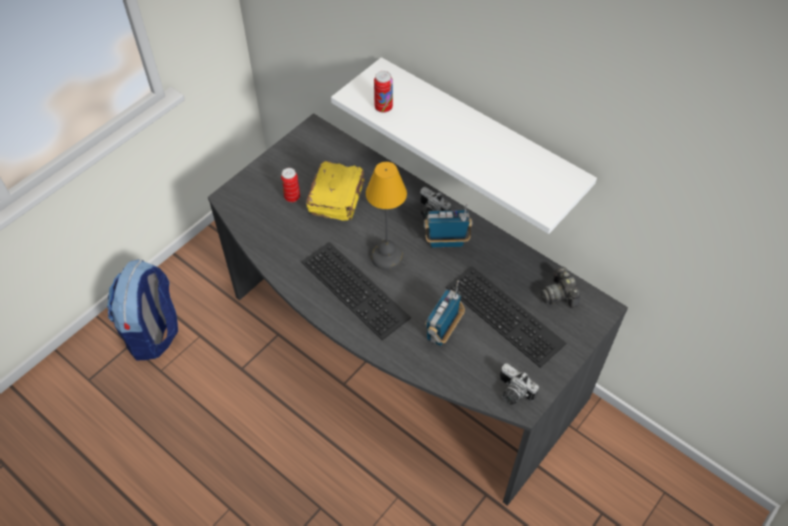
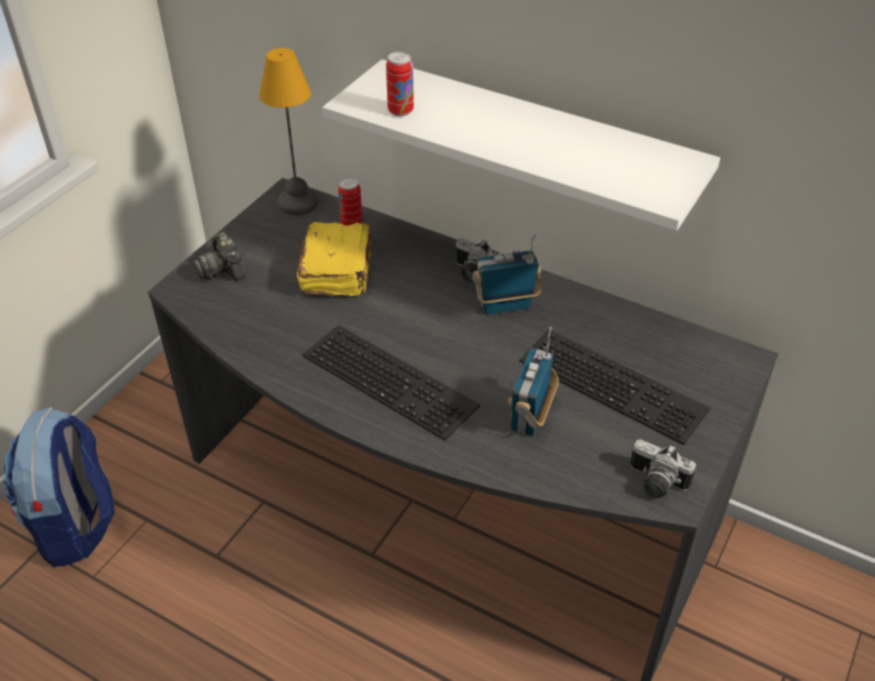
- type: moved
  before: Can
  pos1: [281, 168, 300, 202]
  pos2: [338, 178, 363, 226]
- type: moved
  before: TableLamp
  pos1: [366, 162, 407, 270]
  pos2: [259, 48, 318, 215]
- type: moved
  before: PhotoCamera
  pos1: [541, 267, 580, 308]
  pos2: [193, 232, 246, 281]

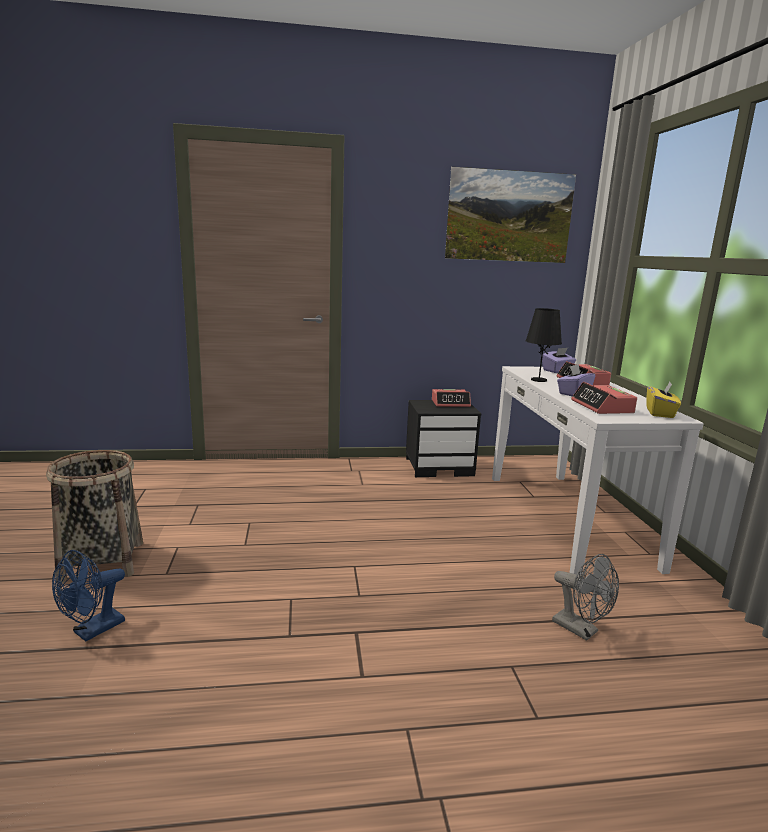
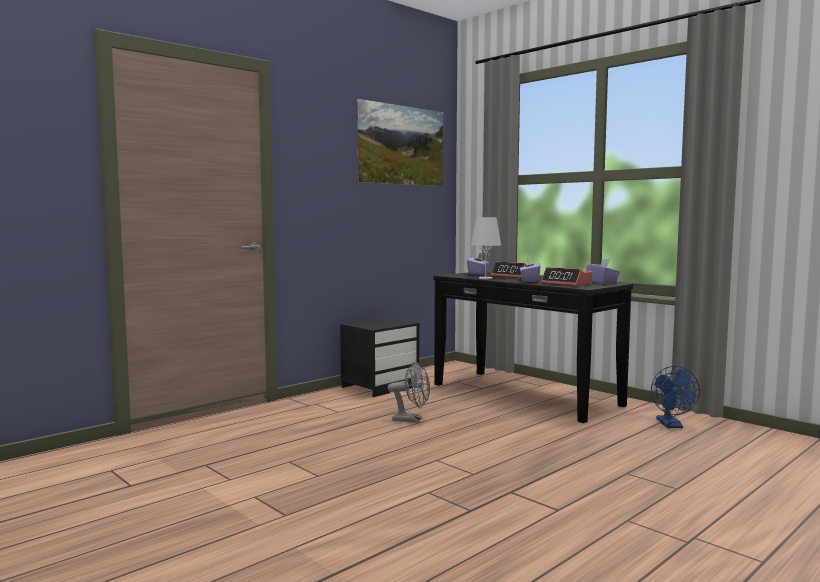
- type: removed
  before: Basket
  pos1: [46, 450, 143, 583]
- type: removed
  before: AlarmClock
  pos1: [432, 389, 471, 407]
- type: moved
  before: BlueFan
  pos1: [52, 550, 125, 642]
  pos2: [651, 366, 700, 428]
- type: moved
  before: GreyFan
  pos1: [552, 554, 619, 641]
  pos2: [388, 361, 430, 423]
- type: recoloured
  before: WhiteConsoleTable
  after: BlackConsoleTable
  pos1: [492, 366, 704, 576]
  pos2: [433, 272, 633, 423]
- type: recoloured
  before: BlackTableLamp
  after: WhiteTableLamp
  pos1: [526, 308, 562, 382]
  pos2: [471, 217, 501, 279]
- type: recoloured
  before: YellowTissueBox
  after: PurpleTissueBox
  pos1: [646, 382, 681, 418]
  pos2: [586, 258, 620, 284]

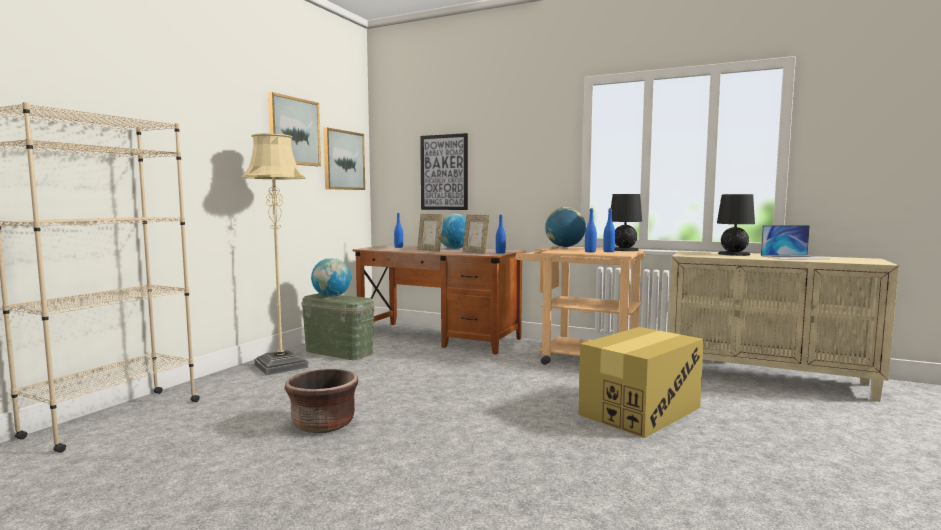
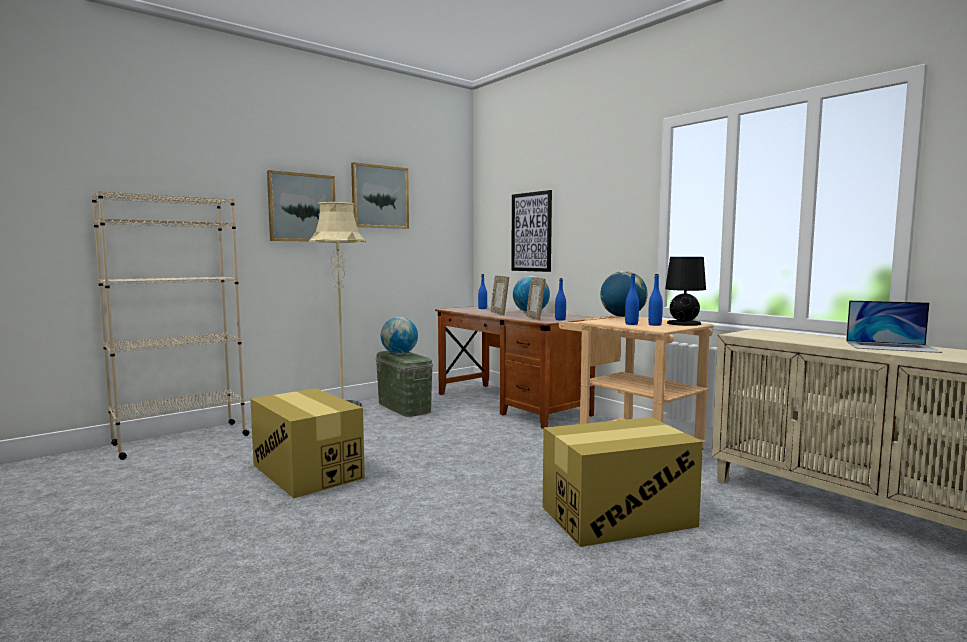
- type: removed
  before: BlackTableLamp
  pos1: [717, 194, 755, 256]
- type: moved
  before: Picture
  pos1: [323, 127, 365, 190]
  pos2: [267, 170, 335, 242]
- type: replaced
  before: BrownPlanter
  after: CardboardBox
  pos1: [284, 369, 358, 433]
  pos2: [250, 388, 365, 498]

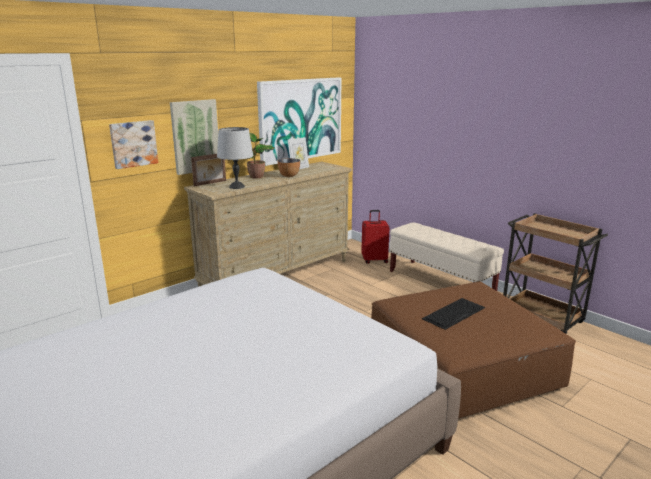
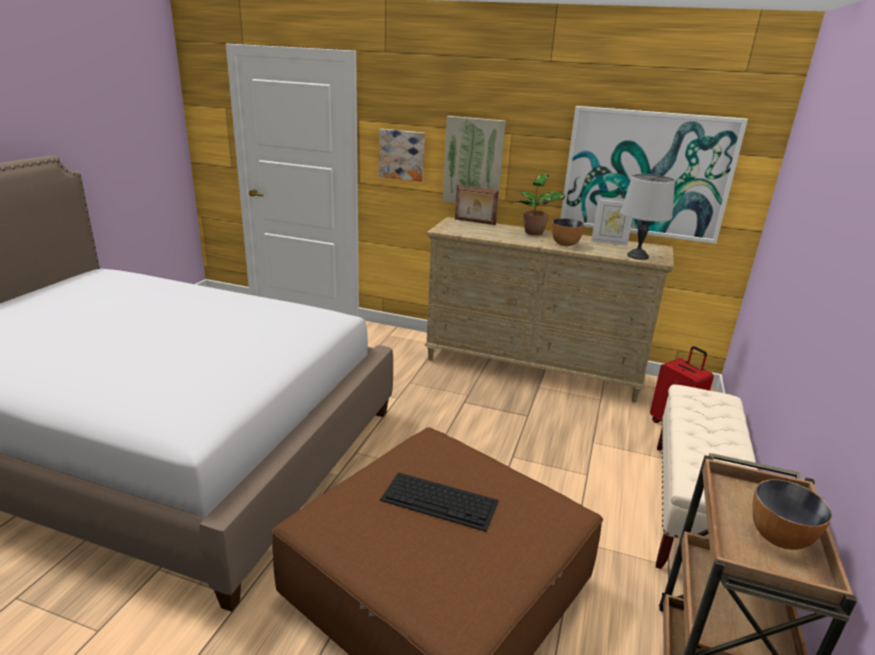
- type: added
  after: Bowl
  pos2: [752, 480, 832, 550]
- type: moved
  before: GreyTableLamp
  pos1: [217, 127, 253, 189]
  pos2: [621, 174, 675, 260]

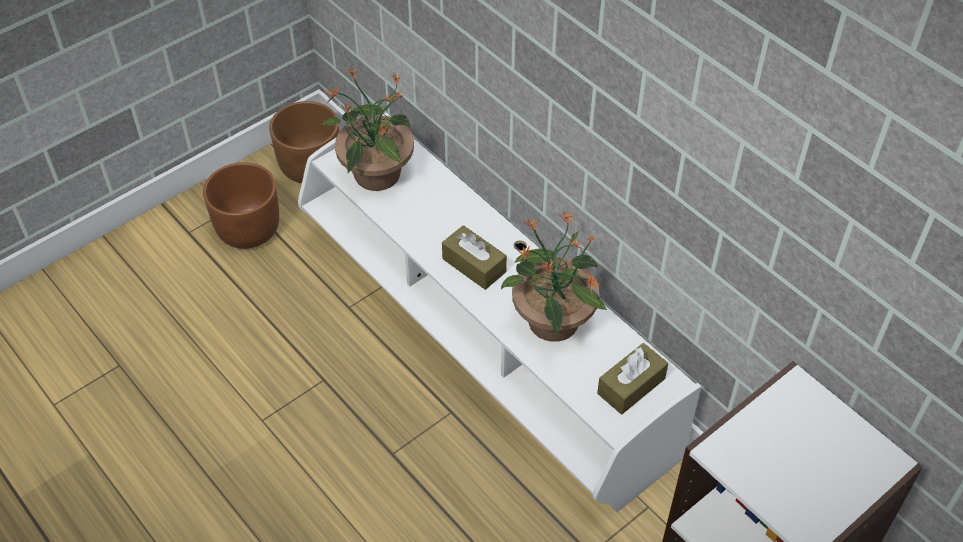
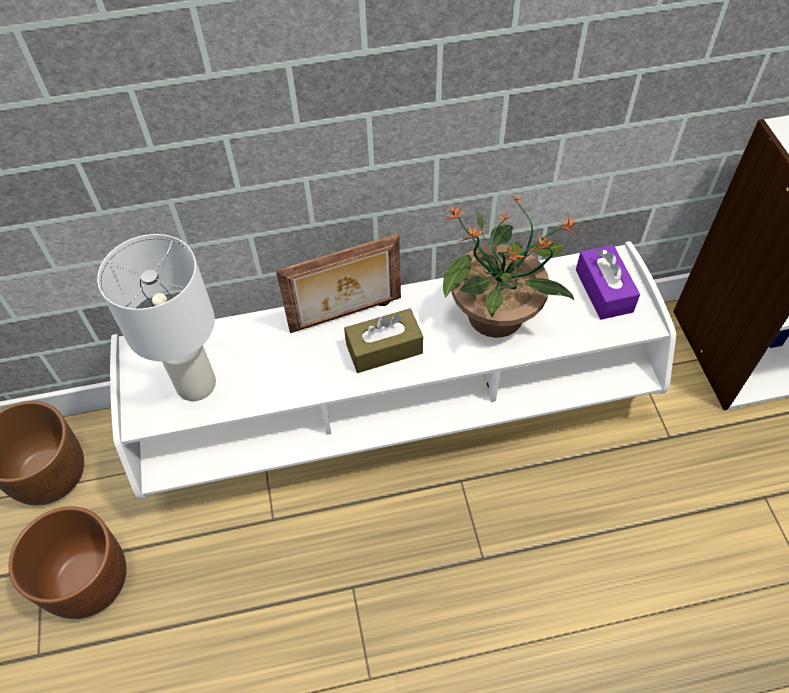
- type: added
  after: PictureFrame
  pos2: [276, 233, 401, 333]
- type: replaced
  before: PottedPlant
  after: WhiteTableLamp
  pos1: [321, 67, 414, 191]
  pos2: [97, 234, 216, 401]
- type: recoloured
  before: BrownTissueBox
  after: PurpleTissueBox
  pos1: [597, 343, 668, 414]
  pos2: [576, 245, 640, 320]

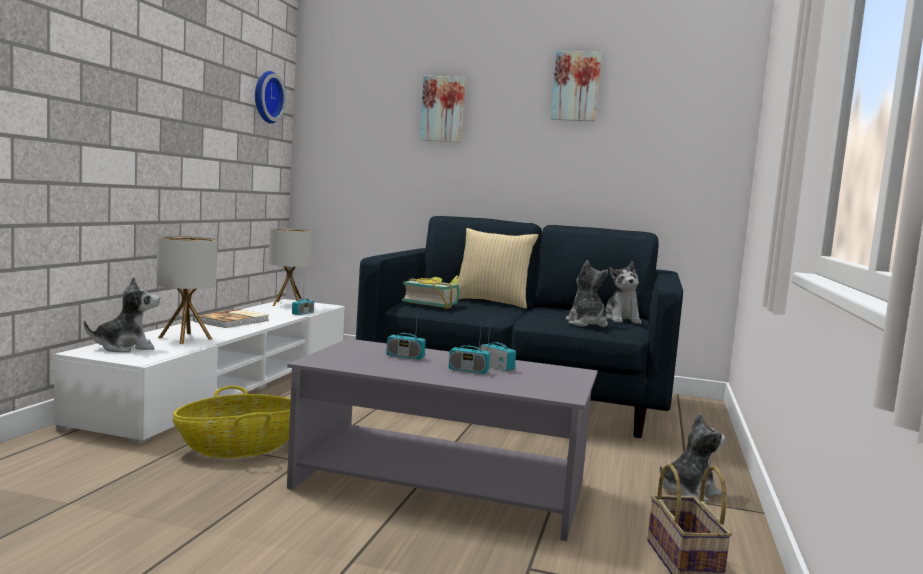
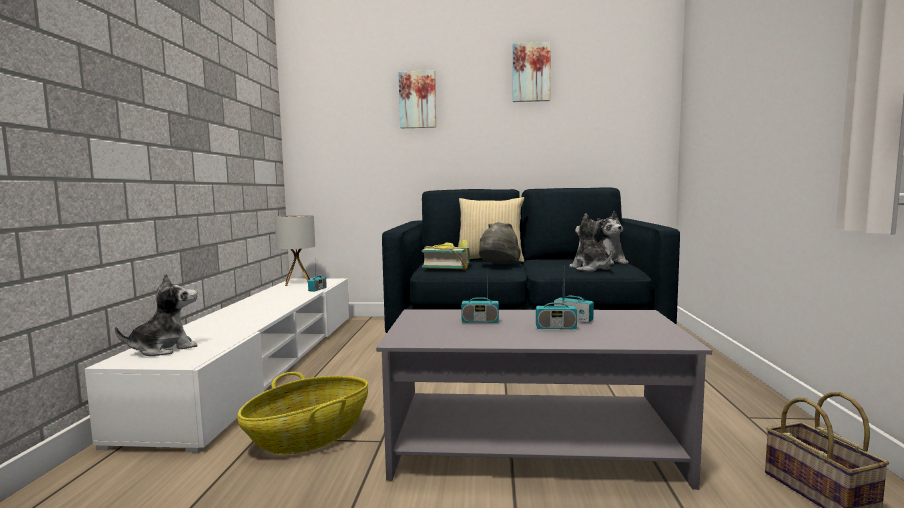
- type: removed
  before: TableLamp
  pos1: [156, 236, 218, 344]
- type: removed
  before: Book
  pos1: [193, 309, 269, 328]
- type: removed
  before: WallClock
  pos1: [255, 71, 286, 124]
- type: removed
  before: PlushToy
  pos1: [660, 413, 725, 502]
- type: added
  after: GreyHat
  pos2: [479, 222, 521, 264]

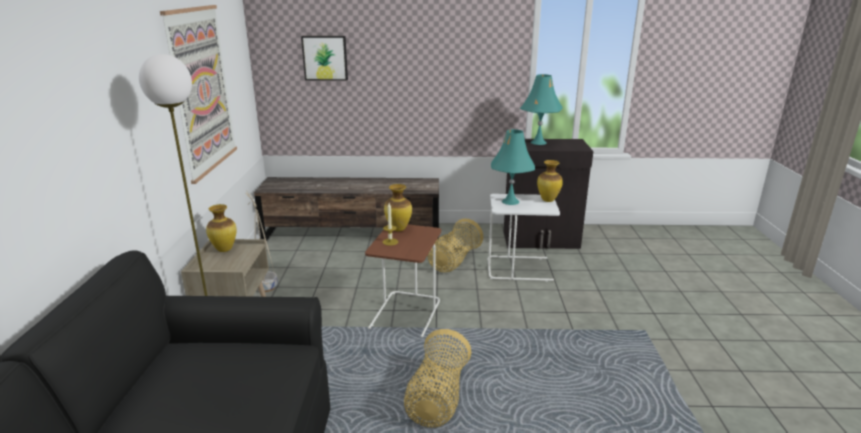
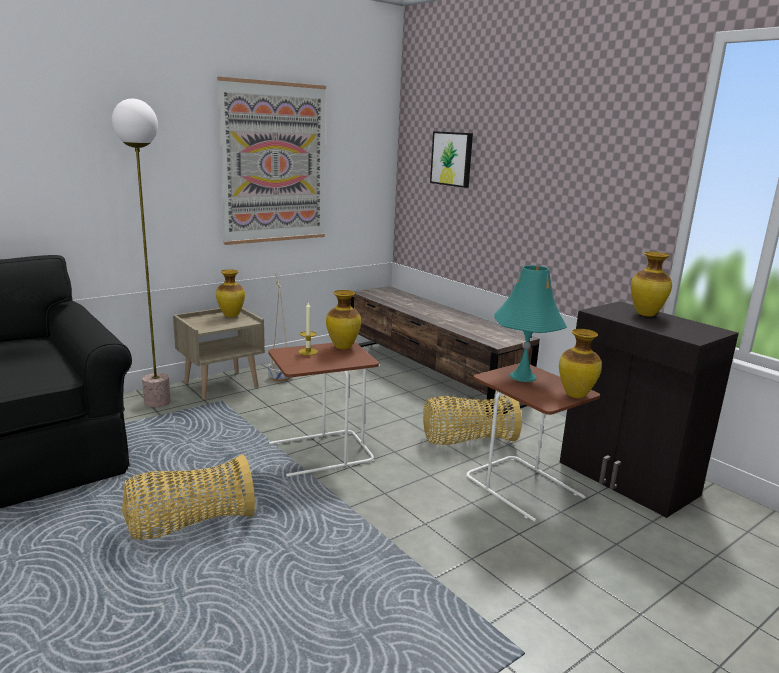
- type: replaced
  before: TurquoiseTableLamp
  after: Vase
  pos1: [520, 74, 563, 145]
  pos2: [631, 252, 672, 316]
- type: recoloured
  before: WhiteSideTable
  after: BrownSideTable
  pos1: [487, 194, 560, 282]
  pos2: [466, 363, 600, 522]

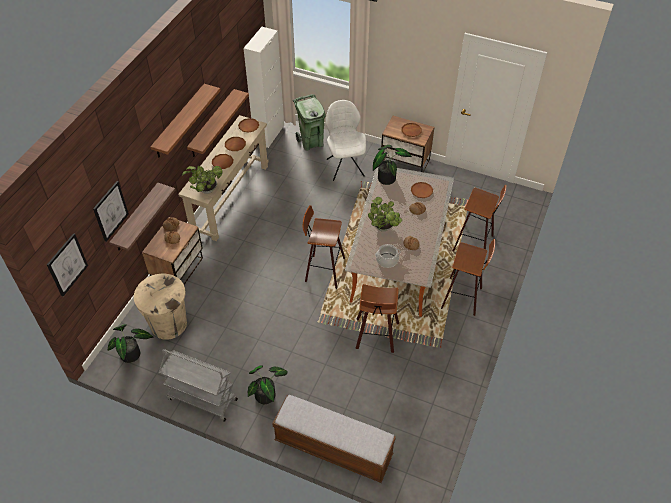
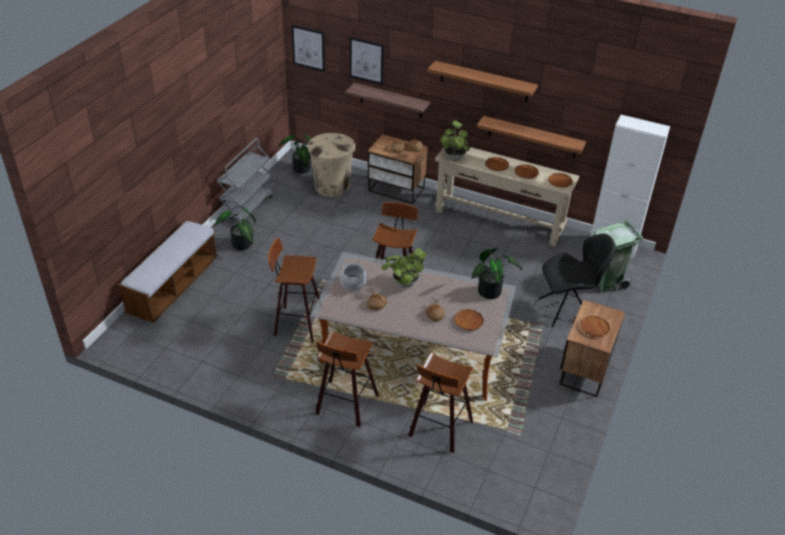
- type: recoloured
  before: WhiteChair
  after: BlackChair
  pos1: [325, 100, 366, 181]
  pos2: [539, 234, 616, 327]

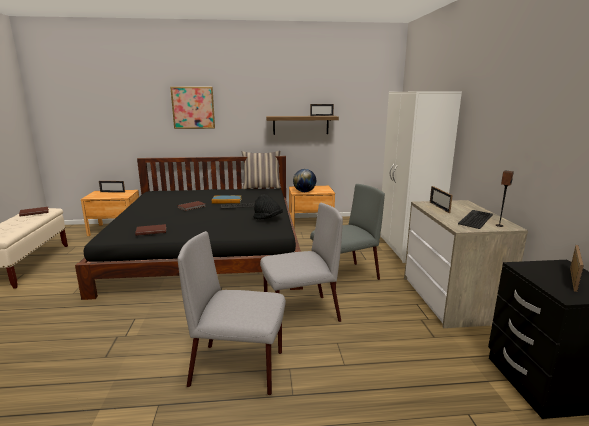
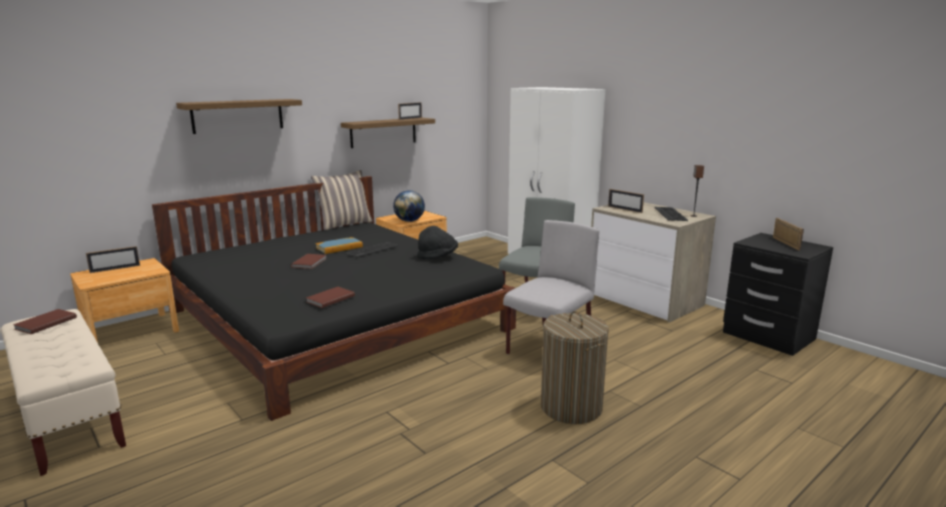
- type: replaced
  before: Picture
  after: Shelf
  pos1: [170, 87, 215, 129]
  pos2: [176, 99, 302, 134]
- type: replaced
  before: GreyChair
  after: LaundryBasket
  pos1: [178, 231, 286, 395]
  pos2: [541, 311, 609, 424]

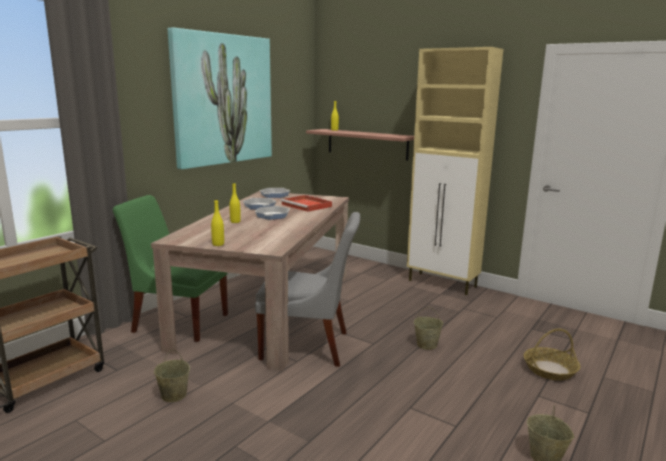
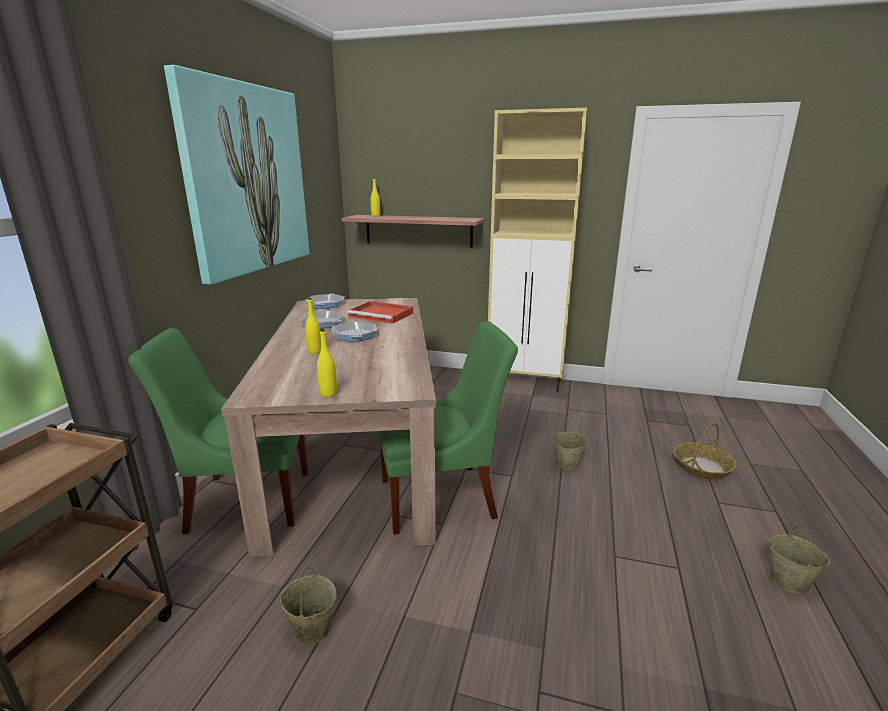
- type: recoloured
  before: GreyChair
  after: GreenChair
  pos1: [255, 212, 360, 367]
  pos2: [378, 321, 518, 535]

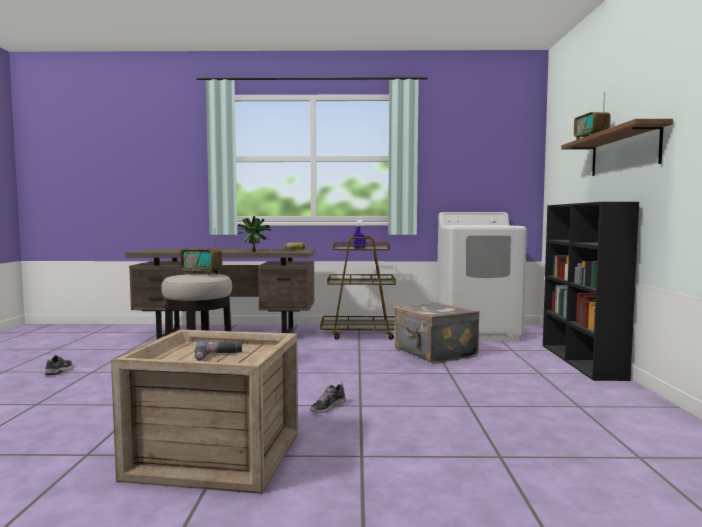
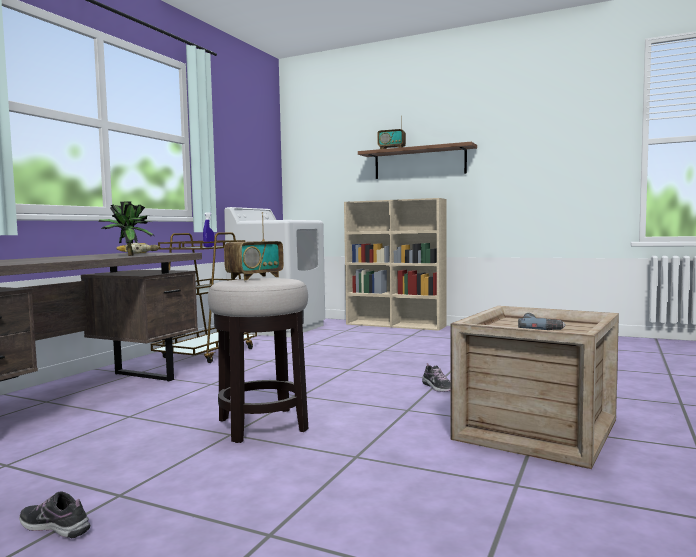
- type: removed
  before: GreySuitcase
  pos1: [394, 302, 480, 364]
- type: recoloured
  before: BlackBookcase
  after: BeigeBookcase
  pos1: [543, 202, 639, 381]
  pos2: [344, 198, 447, 331]

